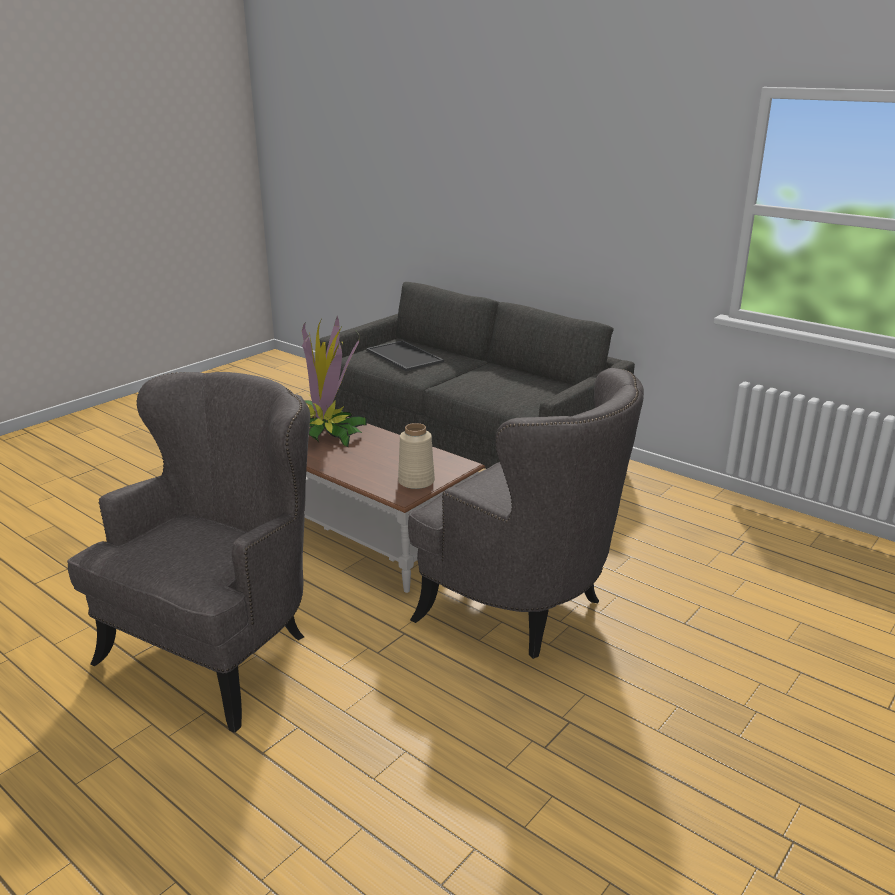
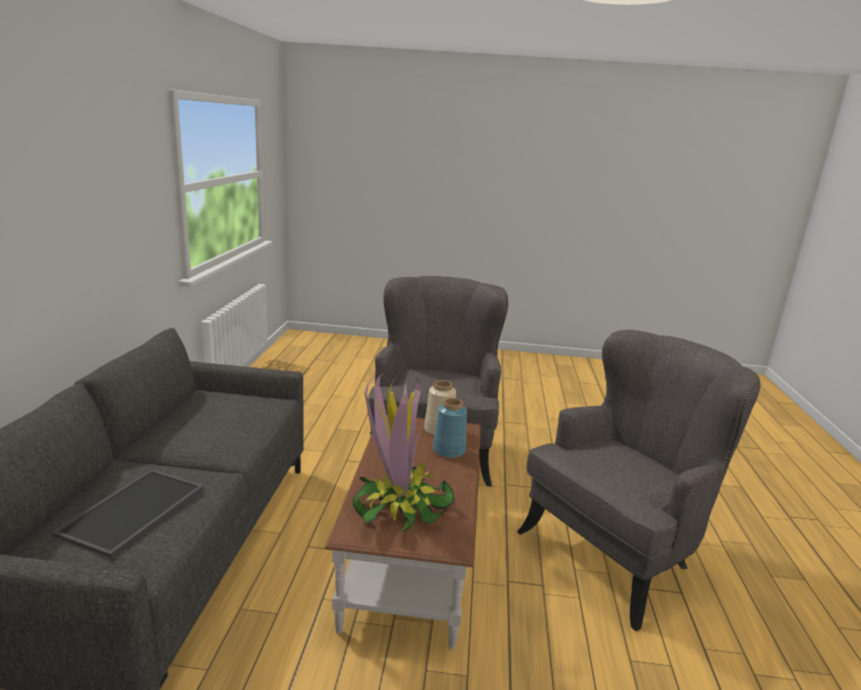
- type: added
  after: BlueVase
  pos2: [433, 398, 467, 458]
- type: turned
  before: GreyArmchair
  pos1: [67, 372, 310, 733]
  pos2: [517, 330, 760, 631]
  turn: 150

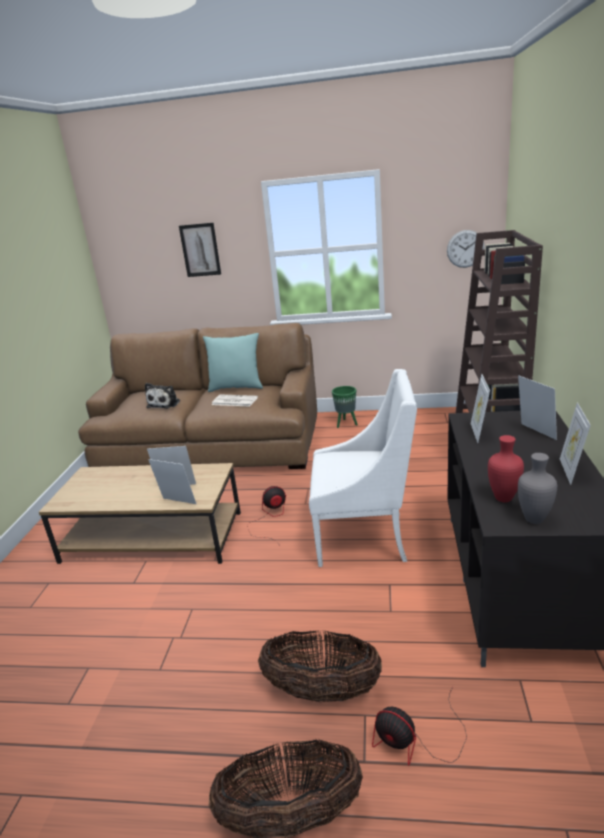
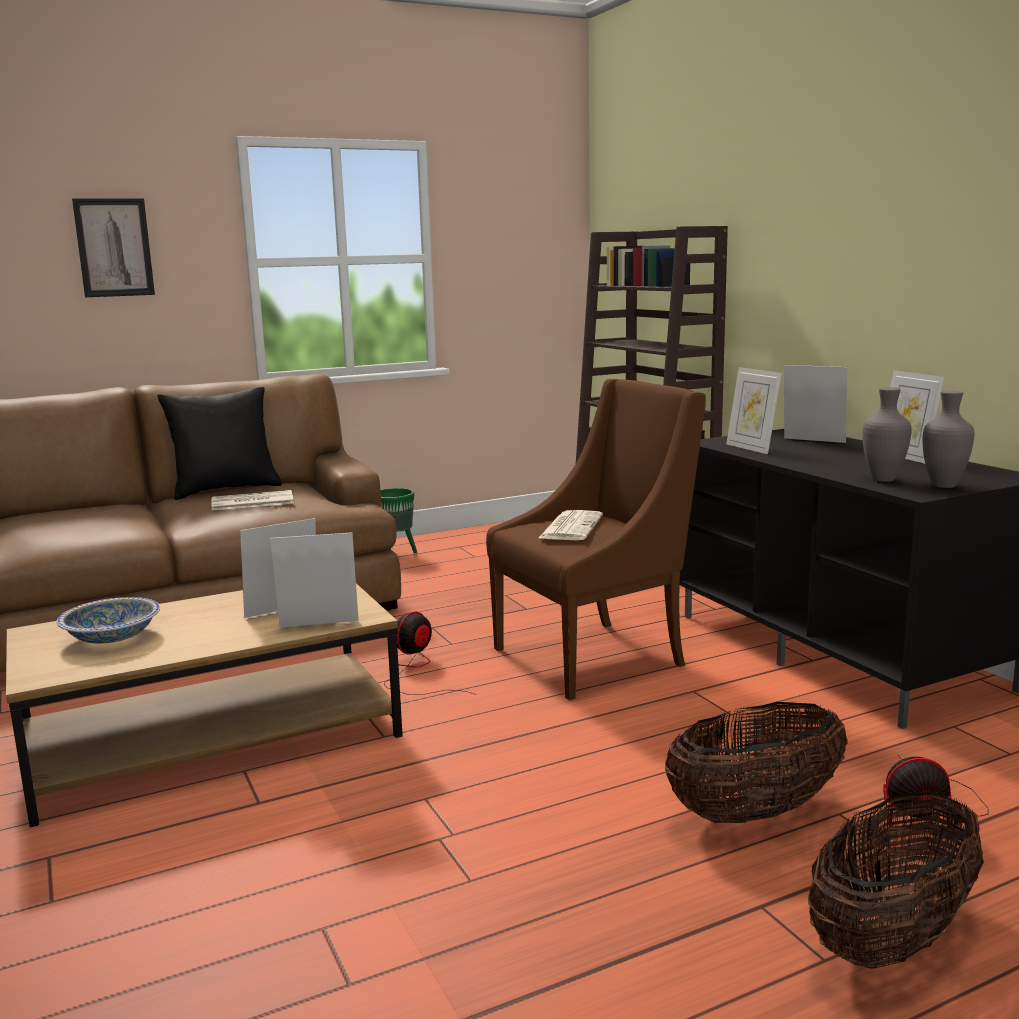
- type: removed
  before: PlushToy
  pos1: [145, 383, 180, 409]
- type: removed
  before: WallClock
  pos1: [447, 230, 485, 268]
- type: added
  after: Bowl
  pos2: [57, 597, 160, 643]
- type: added
  after: Newspaper
  pos2: [539, 510, 603, 540]
- type: recoloured
  before: TurquoisePillow
  after: BlackPillow
  pos1: [203, 333, 263, 392]
  pos2: [157, 387, 282, 500]
- type: recoloured
  before: WhiteArmchair
  after: BrownArmchair
  pos1: [309, 369, 417, 567]
  pos2: [486, 379, 706, 700]
- type: recoloured
  before: RedVase
  after: GreyVase
  pos1: [488, 435, 524, 502]
  pos2: [863, 387, 912, 482]

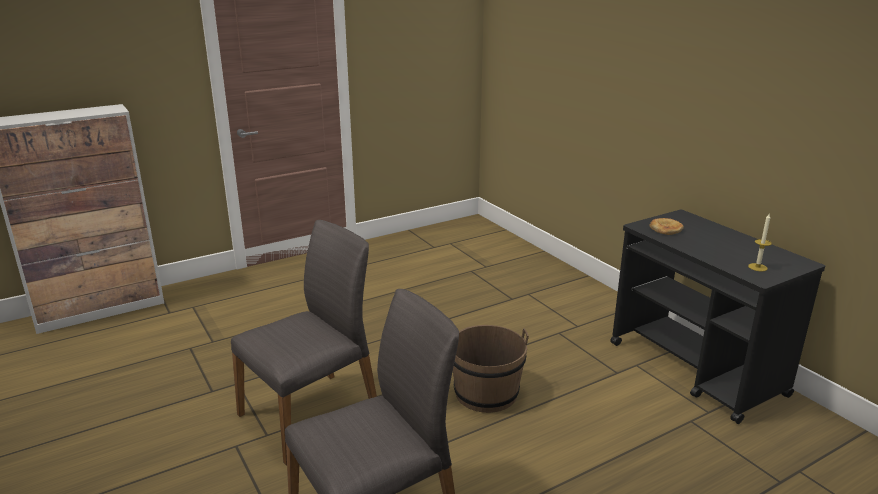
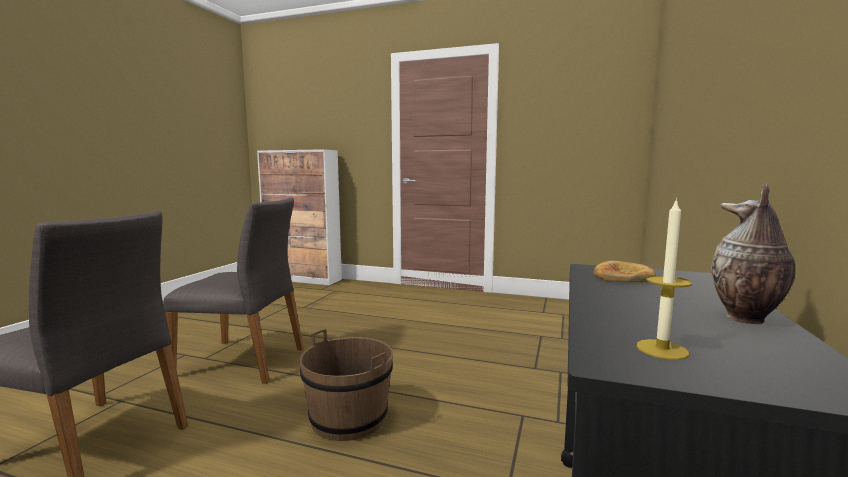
- type: added
  after: Vase
  pos2: [711, 183, 796, 324]

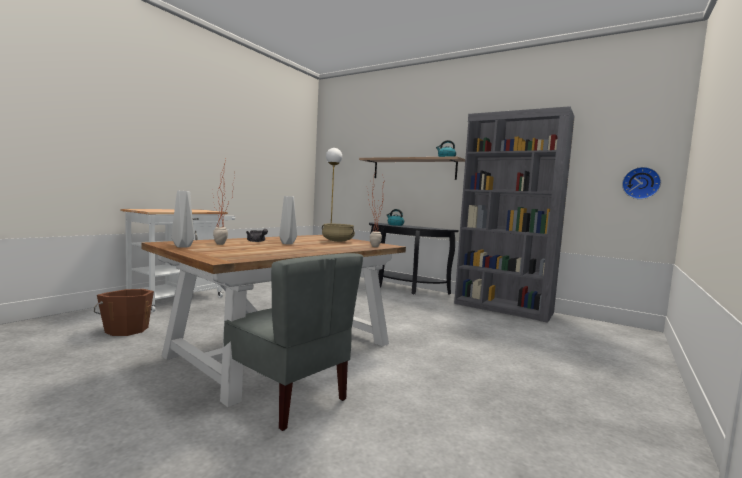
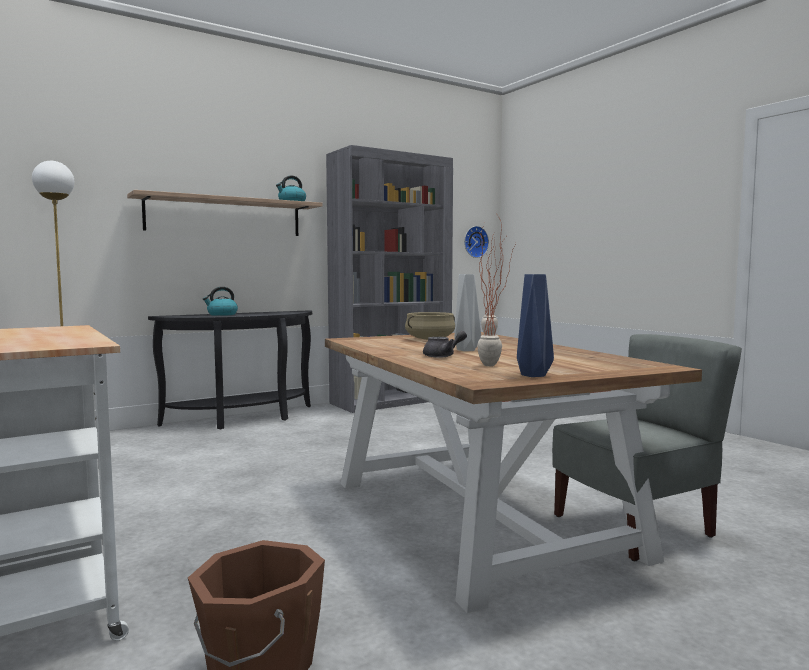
- type: recoloured
  before: GreyVase
  after: BlueVase
  pos1: [171, 191, 194, 248]
  pos2: [517, 274, 554, 377]

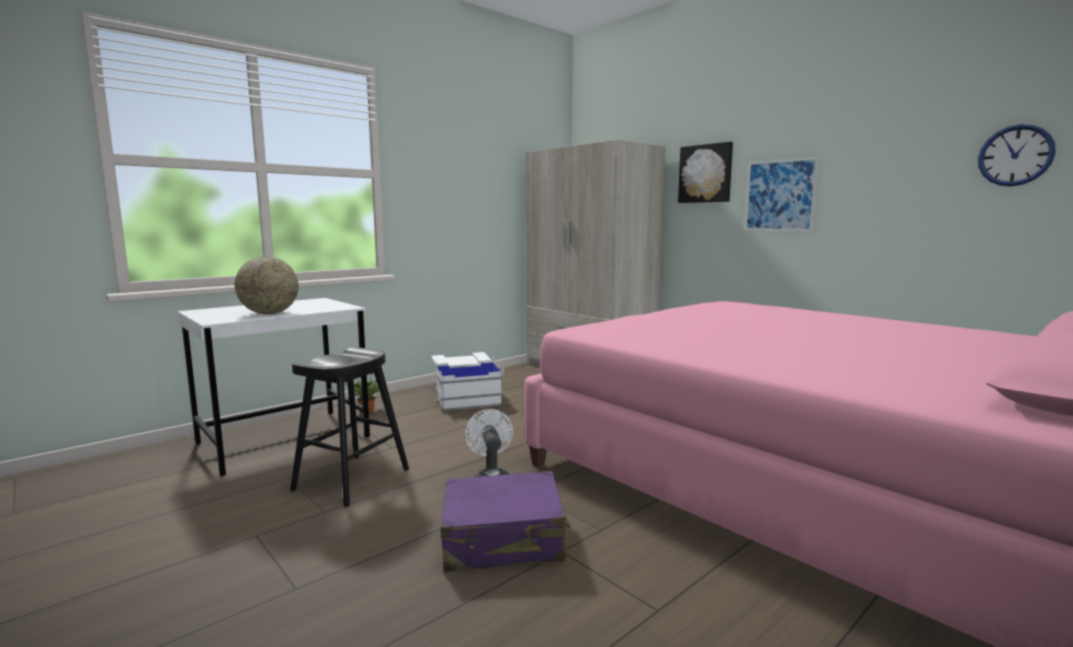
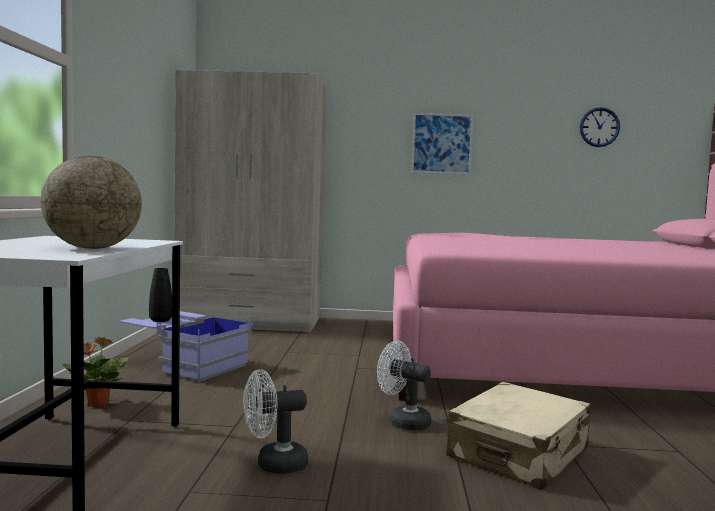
- type: removed
  before: Picture
  pos1: [678, 142, 733, 203]
- type: added
  after: BlackVase
  pos2: [149, 268, 172, 322]
- type: replaced
  before: BlackStool
  after: WhiteFan
  pos1: [290, 347, 409, 507]
  pos2: [243, 369, 308, 474]
- type: recoloured
  before: WhiteStorageBox
  after: BlueStorageBox
  pos1: [431, 352, 504, 411]
  pos2: [120, 311, 253, 382]
- type: recoloured
  before: PurpleSuitcase
  after: BeigeSuitcase
  pos1: [441, 471, 571, 572]
  pos2: [446, 382, 591, 490]

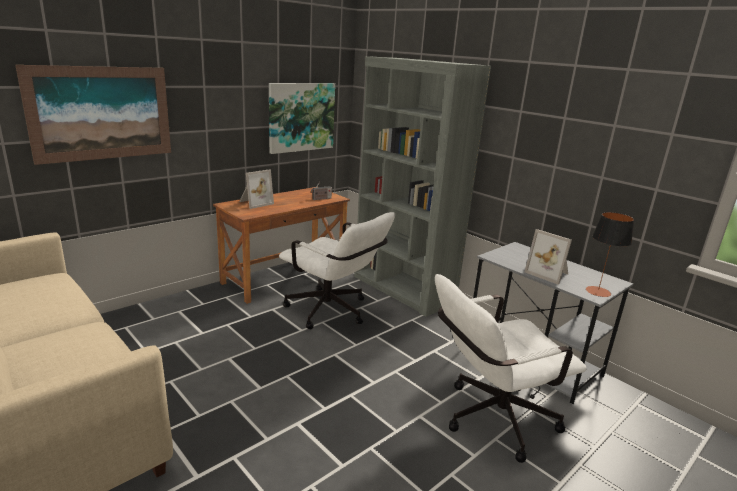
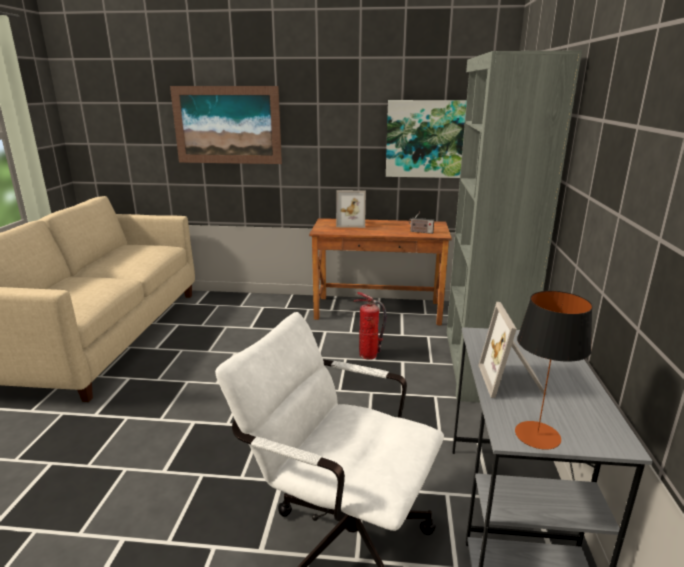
- type: replaced
  before: WhiteOfficeChair
  after: FireExtinguisher
  pos1: [279, 212, 395, 329]
  pos2: [353, 292, 387, 359]

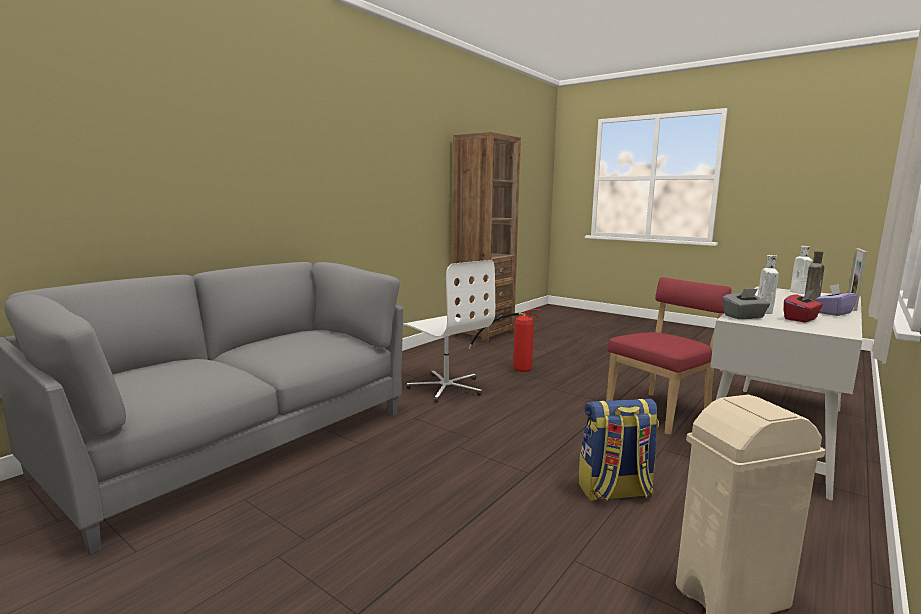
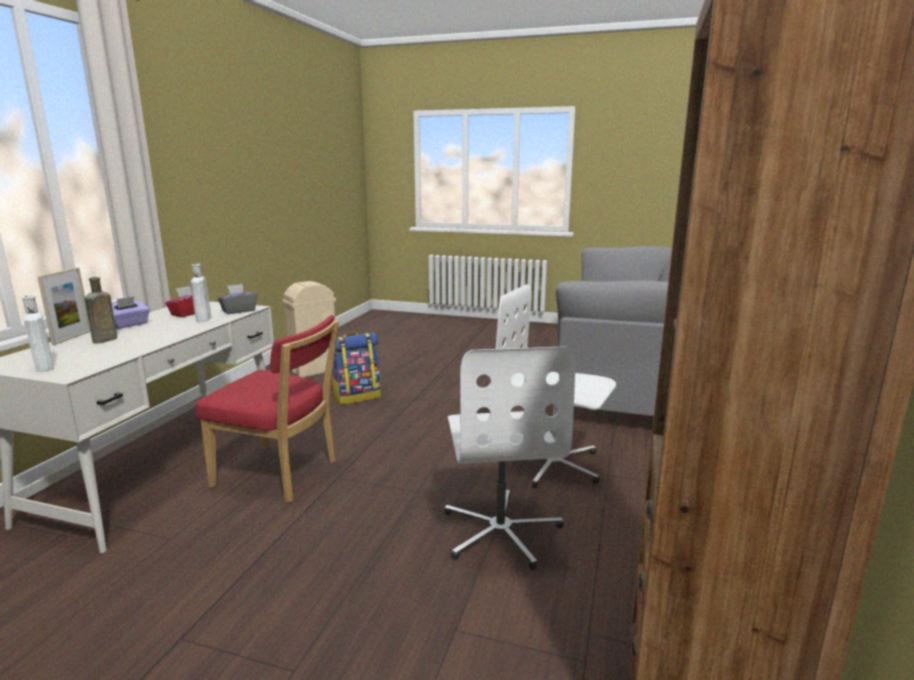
- type: replaced
  before: FireExtinguisher
  after: WhiteOfficeChair
  pos1: [469, 309, 540, 372]
  pos2: [444, 346, 575, 570]
- type: turned
  before: RedChair
  pos1: [606, 277, 732, 435]
  pos2: [195, 315, 339, 503]
  turn: -105

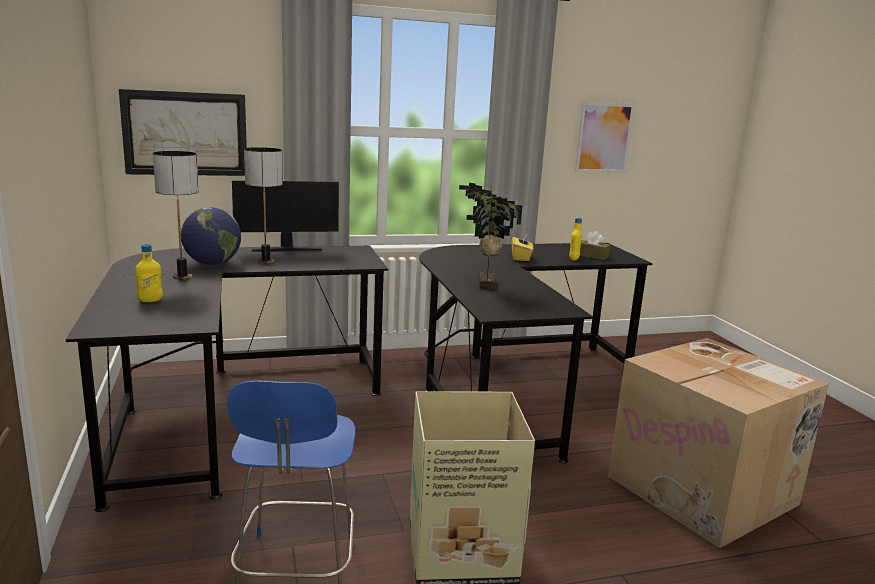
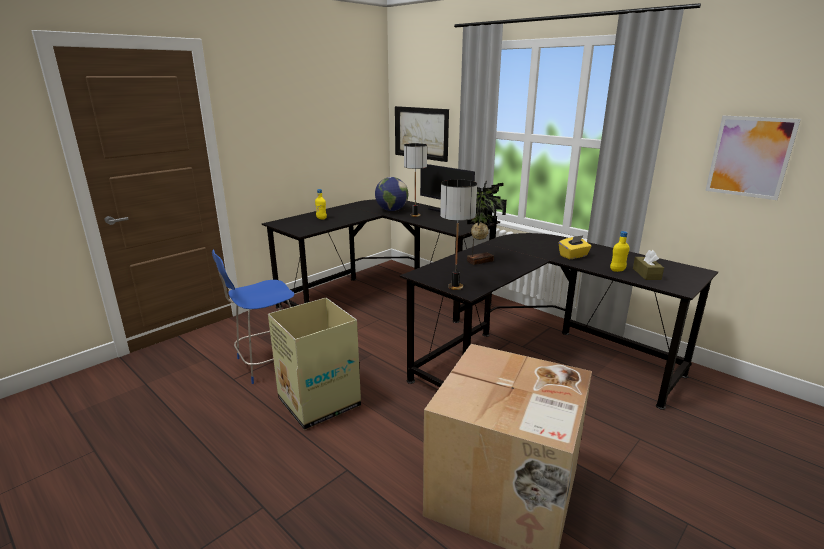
- type: moved
  before: TableLamp
  pos1: [153, 151, 199, 280]
  pos2: [440, 180, 477, 290]

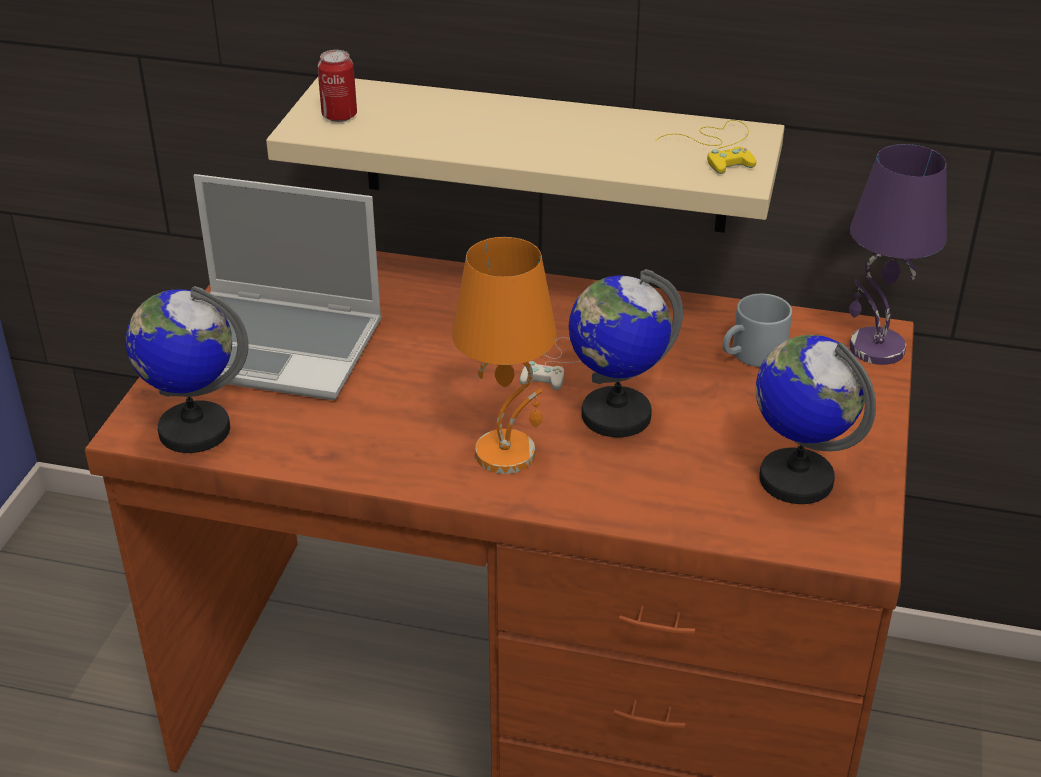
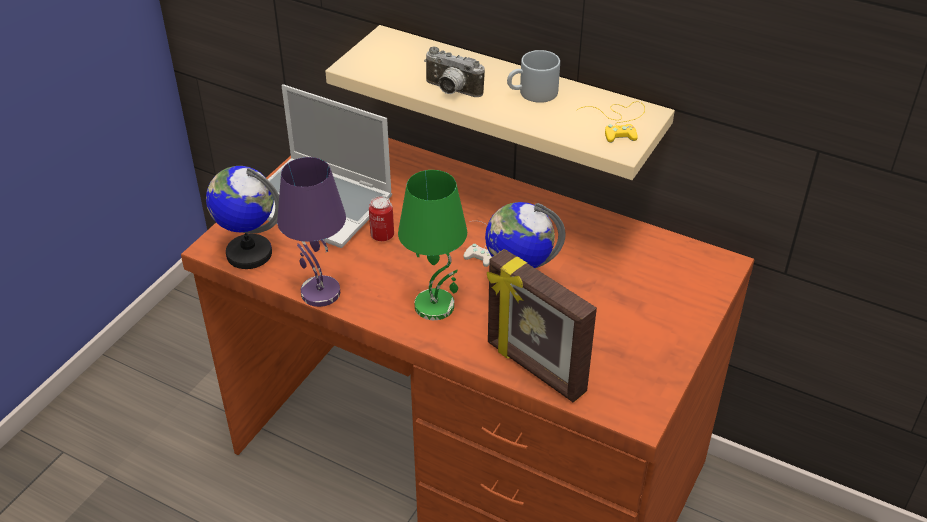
- type: removed
  before: Globe
  pos1: [755, 335, 876, 504]
- type: added
  after: PhotoCamera
  pos2: [424, 47, 485, 97]
- type: added
  after: PictureFrame
  pos2: [487, 249, 597, 403]
- type: moved
  before: Can
  pos1: [318, 50, 357, 122]
  pos2: [369, 196, 394, 241]
- type: moved
  before: GreyMug
  pos1: [722, 294, 792, 367]
  pos2: [507, 50, 560, 103]
- type: moved
  before: PurpleTableLamp
  pos1: [849, 144, 947, 365]
  pos2: [277, 157, 346, 307]
- type: recoloured
  before: OrangeTableLamp
  after: GreenTableLamp
  pos1: [452, 237, 557, 474]
  pos2: [398, 170, 467, 320]

